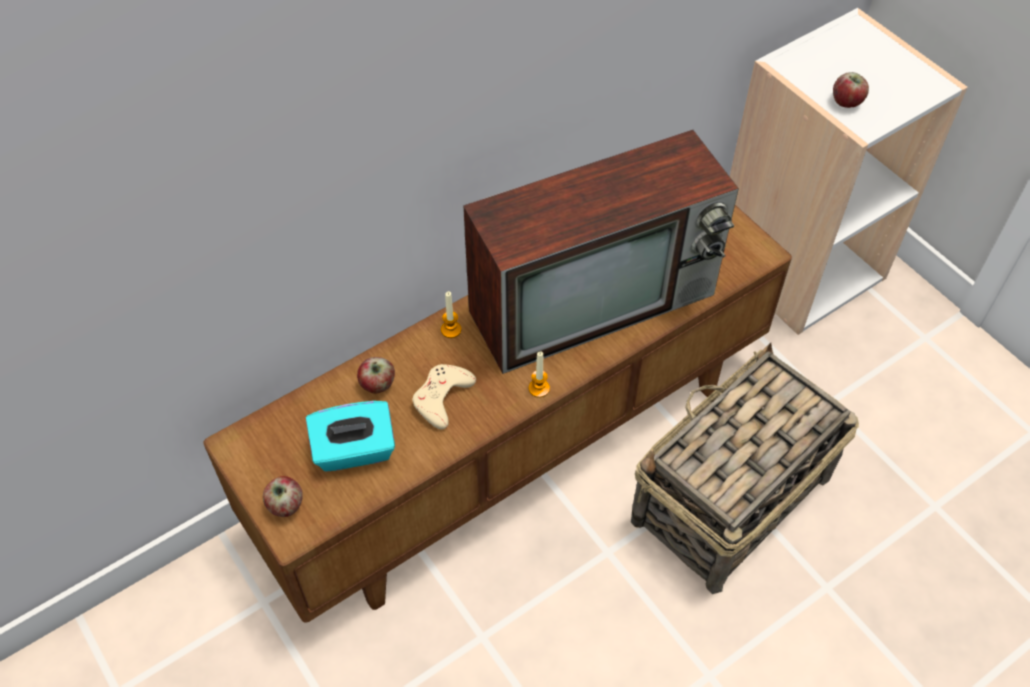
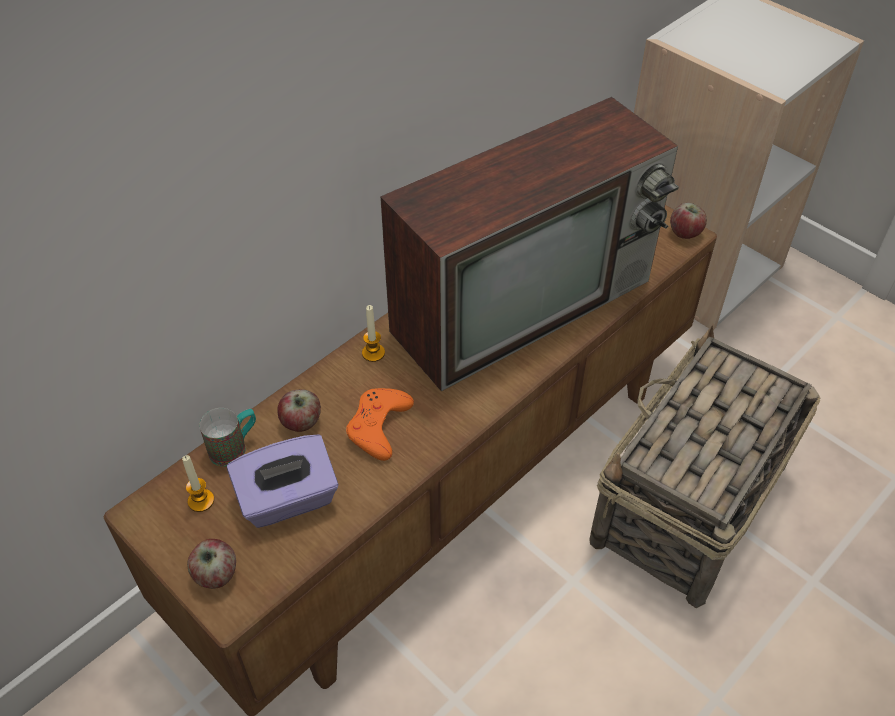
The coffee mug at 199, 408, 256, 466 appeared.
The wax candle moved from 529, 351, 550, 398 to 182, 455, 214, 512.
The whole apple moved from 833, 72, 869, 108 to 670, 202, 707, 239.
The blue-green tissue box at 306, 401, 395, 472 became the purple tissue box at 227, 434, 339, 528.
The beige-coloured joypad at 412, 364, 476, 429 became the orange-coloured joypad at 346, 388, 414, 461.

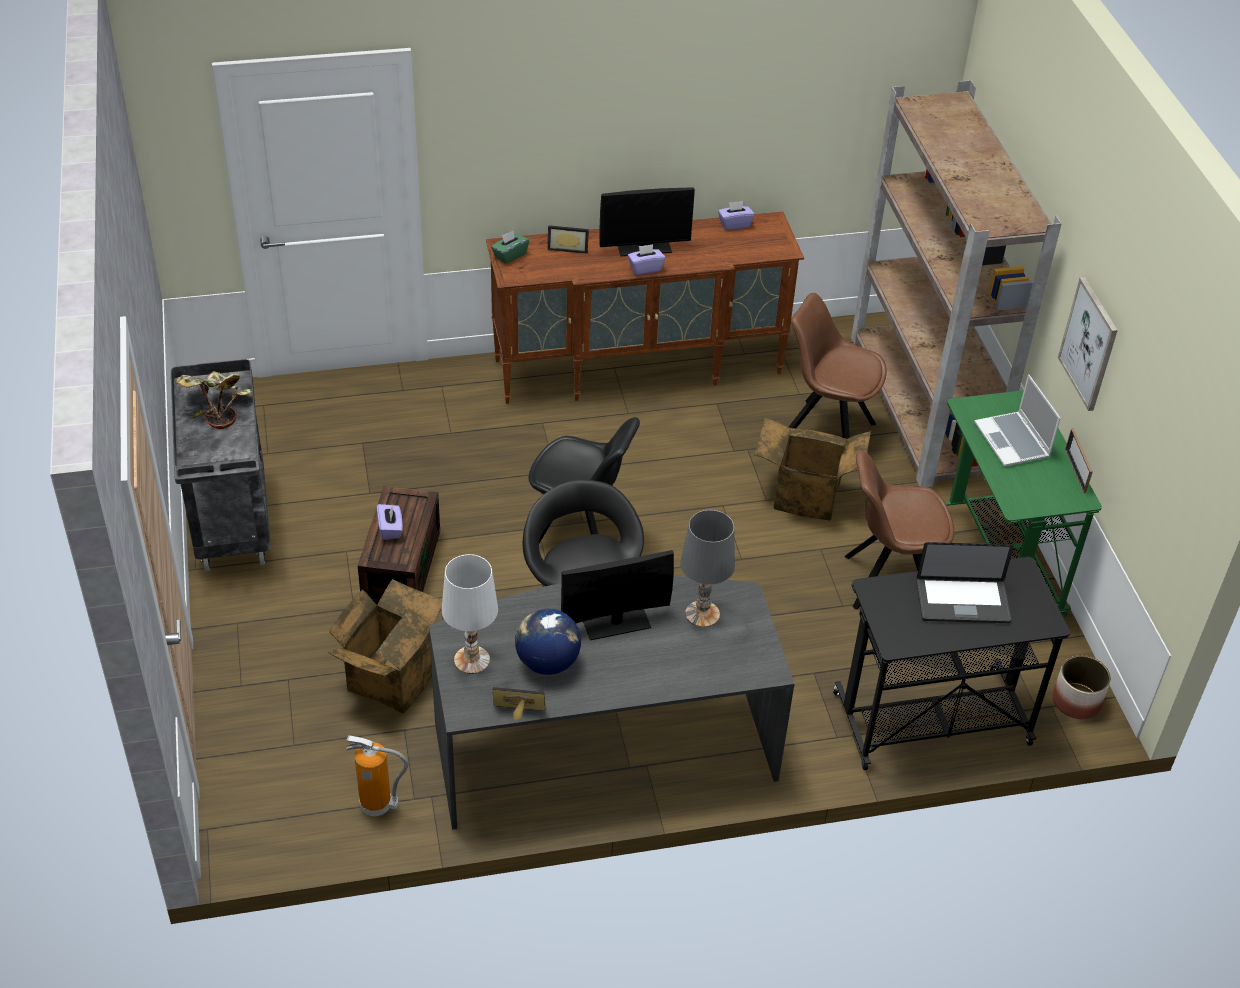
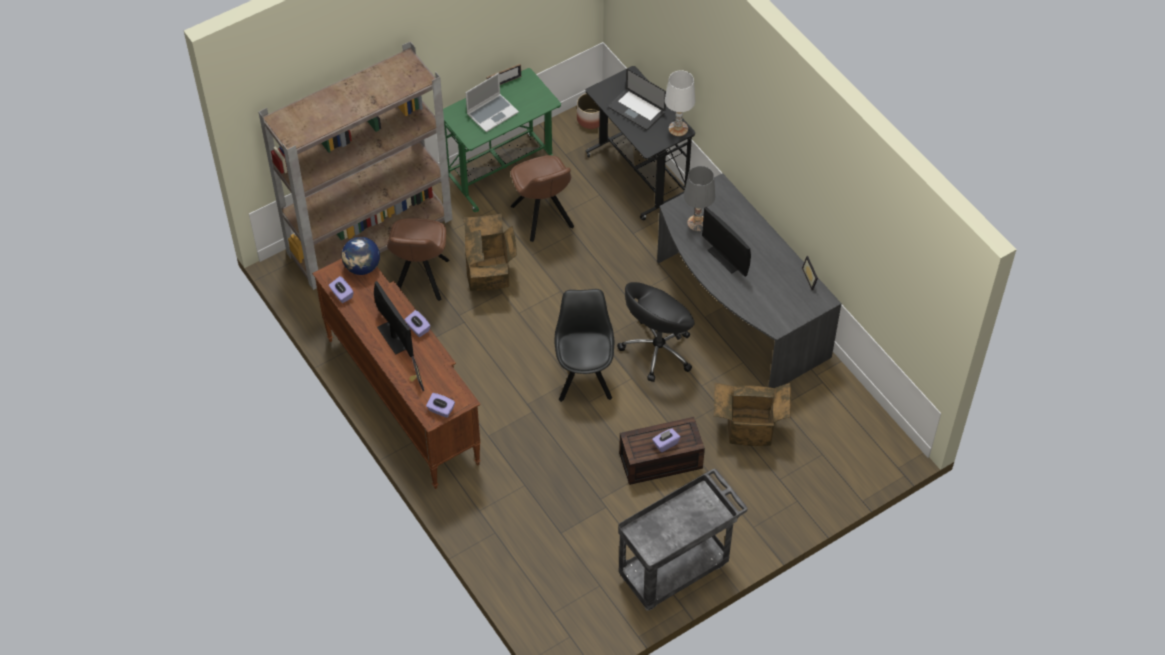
The potted plant at 175, 371, 252, 429 disappeared.
The extinguisher at 346, 735, 409, 816 disappeared.
The picture at 1058, 277, 1118, 411 disappeared.
The whitish tabletop lamp moved from 442, 554, 498, 674 to 665, 70, 695, 136.
The globe moved from 515, 609, 581, 675 to 342, 237, 380, 275.
The green-coloured tissue box at 491, 230, 529, 264 became the purple tissue box at 426, 393, 455, 418.
The laptop at 917, 542, 1014, 623 turned 150 degrees clockwise.

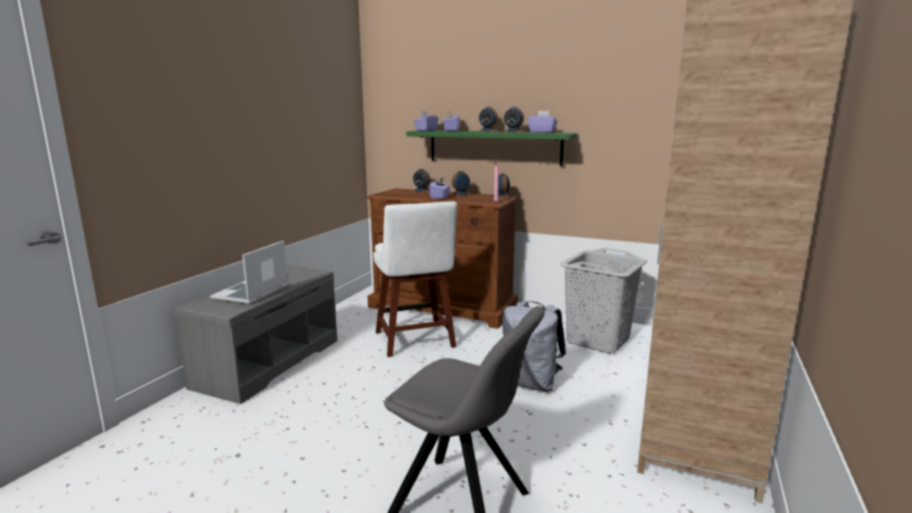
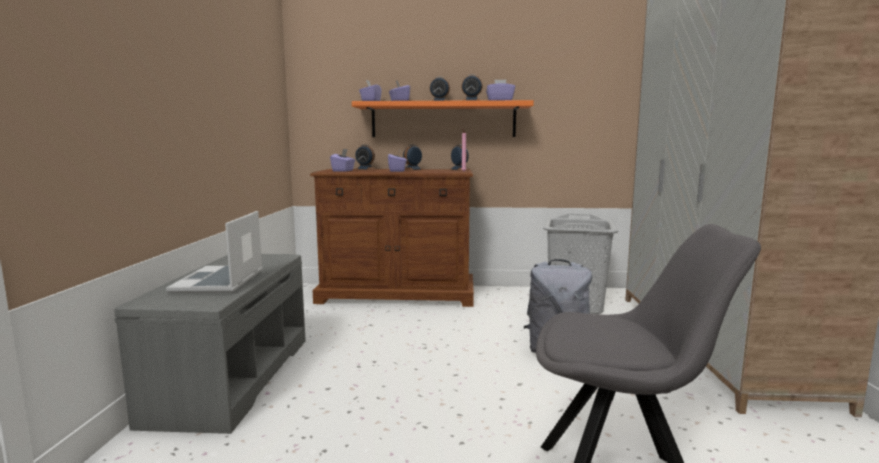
The whitish chair at 374, 201, 457, 357 disappeared.
The purple tissue box at 330, 149, 355, 172 appeared.
The green-coloured bracket shelf at 406, 130, 577, 166 became the orange-coloured bracket shelf at 352, 100, 534, 137.

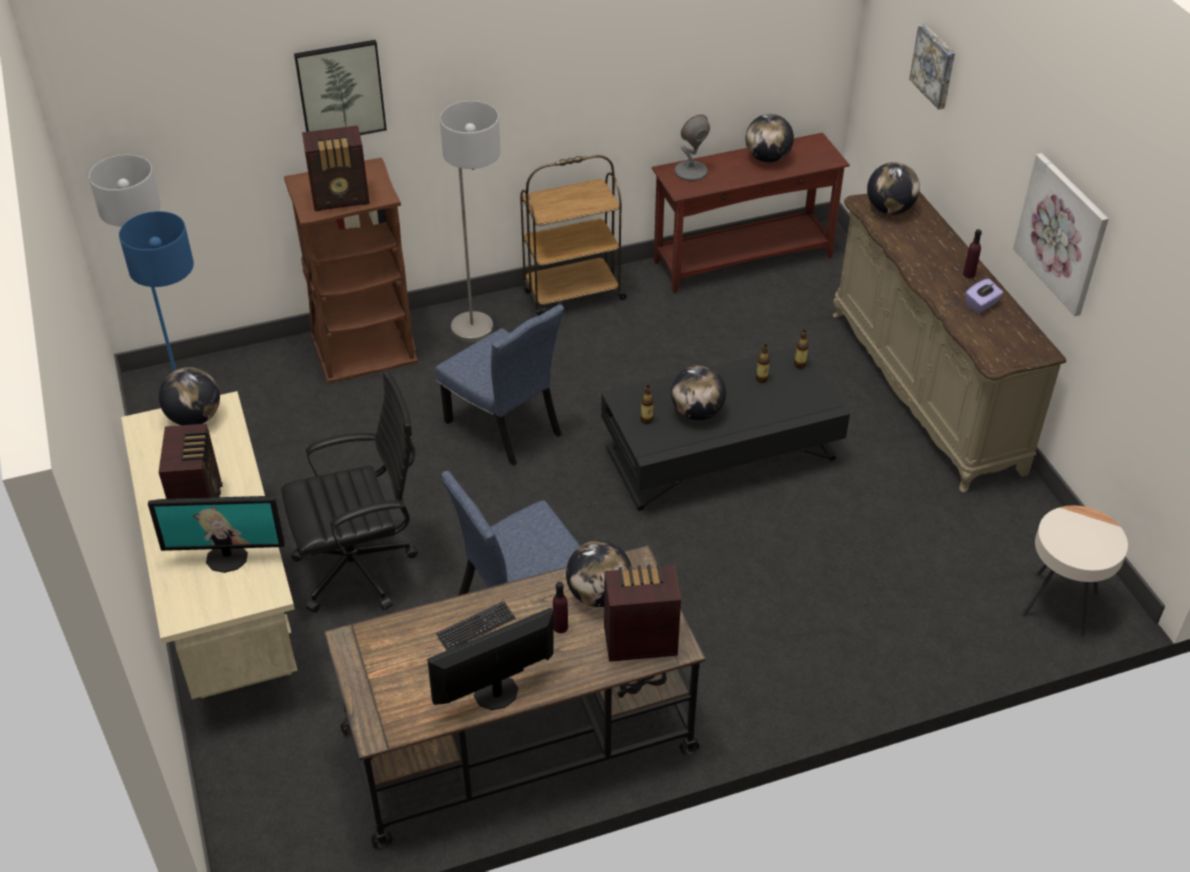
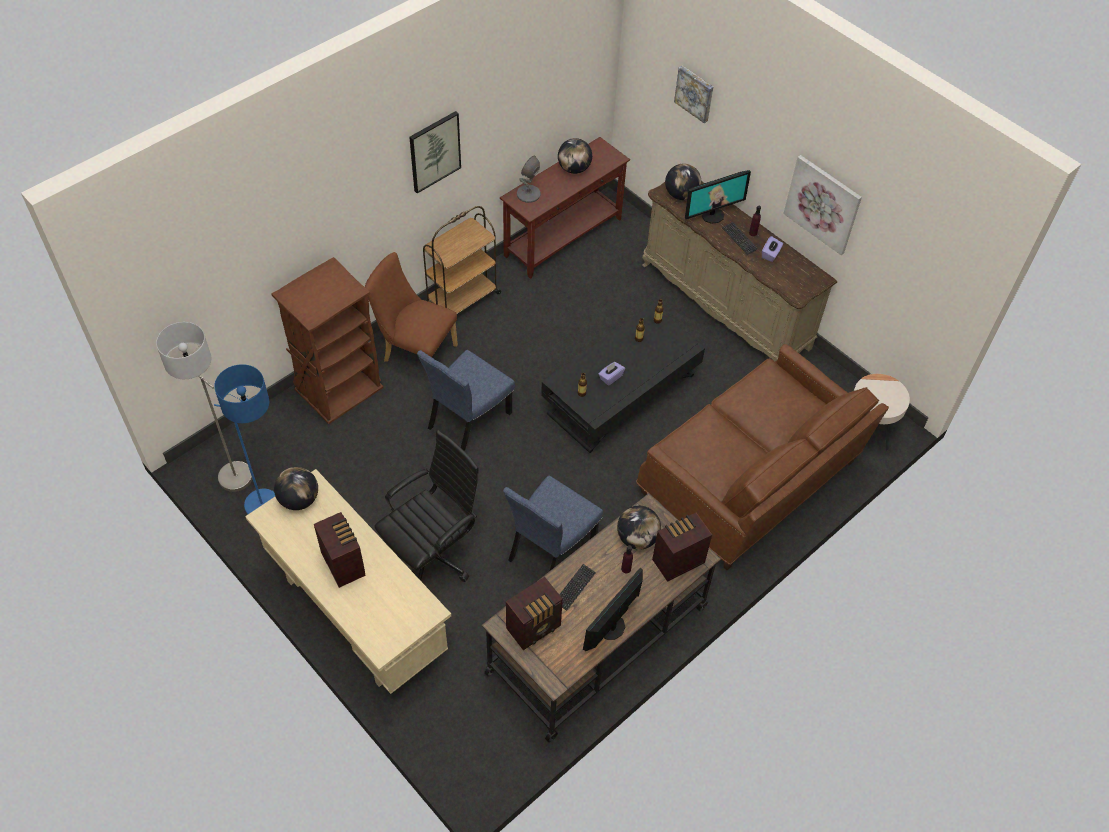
The brownish couch at 636, 344, 889, 570 appeared.
The PC keyboard at 722, 222, 758, 255 appeared.
The monitor moved from 148, 496, 285, 573 to 685, 170, 751, 224.
The picture moved from 294, 40, 387, 135 to 409, 111, 461, 193.
The radio set moved from 302, 125, 370, 211 to 506, 577, 563, 650.
The grey floor lamp at 440, 101, 501, 342 was replaced by the brownish chair at 365, 252, 458, 362.
The globe at 671, 365, 726, 420 was replaced by the purple tissue box at 599, 362, 625, 386.
The bluish chair at 435, 304, 564, 466 turned 105 degrees clockwise.

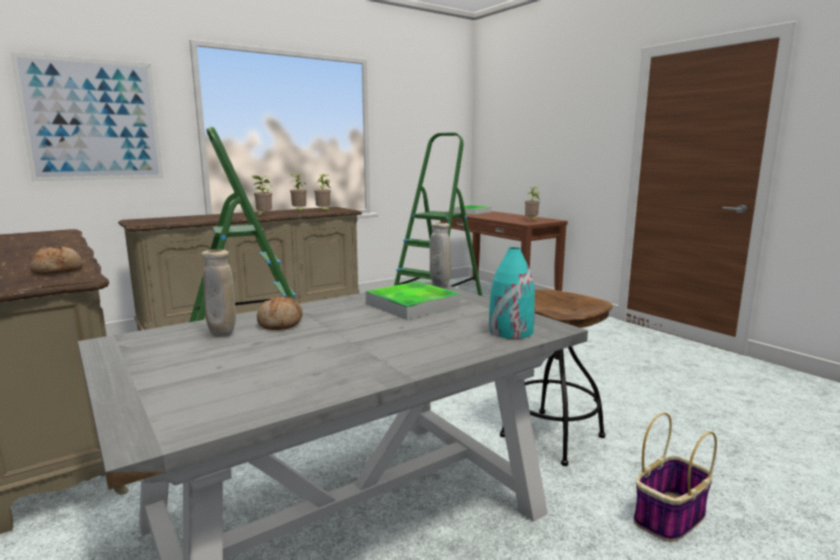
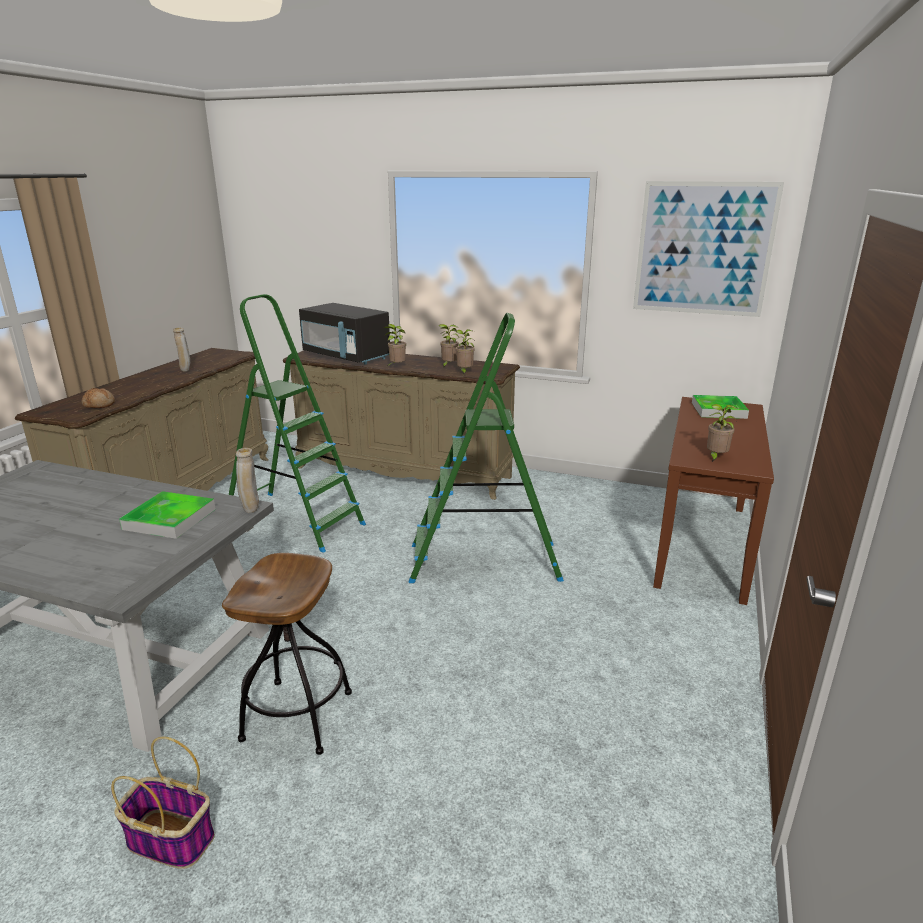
The bread at 257, 296, 303, 330 disappeared.
The blue-green vase at 489, 247, 535, 339 disappeared.
The black microwave at 299, 303, 390, 365 appeared.
The picture moved from 10, 52, 163, 181 to 633, 181, 784, 317.
The beige-coloured vase moved from 201, 249, 236, 337 to 173, 328, 190, 372.

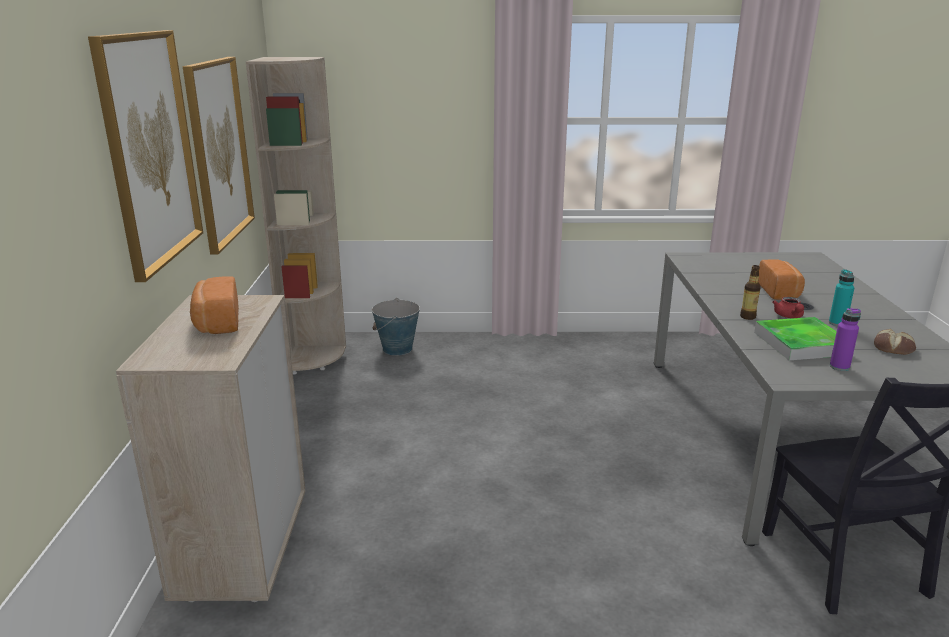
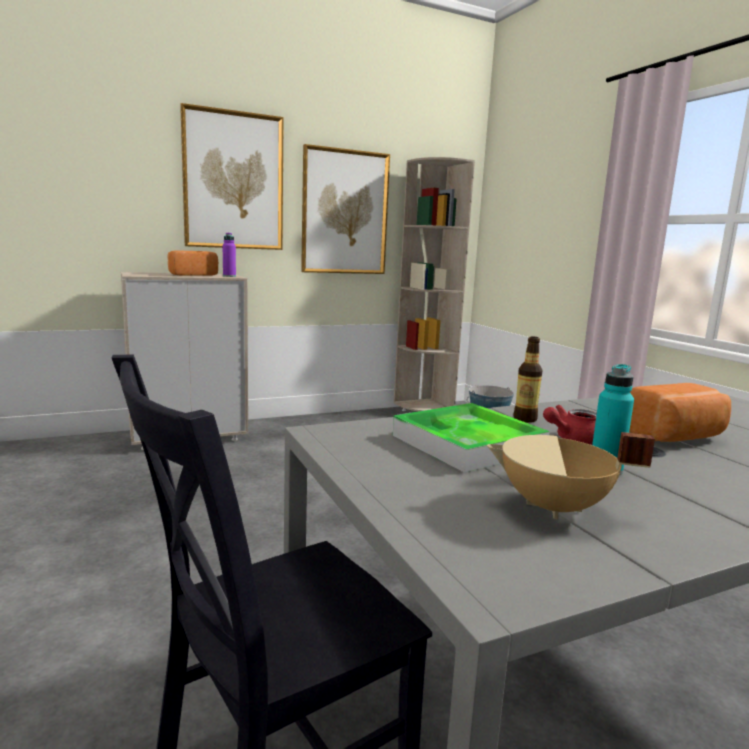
The purple bottle moved from 830, 308, 861, 371 to 223, 233, 236, 277.
The bread at 874, 329, 916, 355 was replaced by the beige-coloured saucepot at 487, 432, 655, 520.

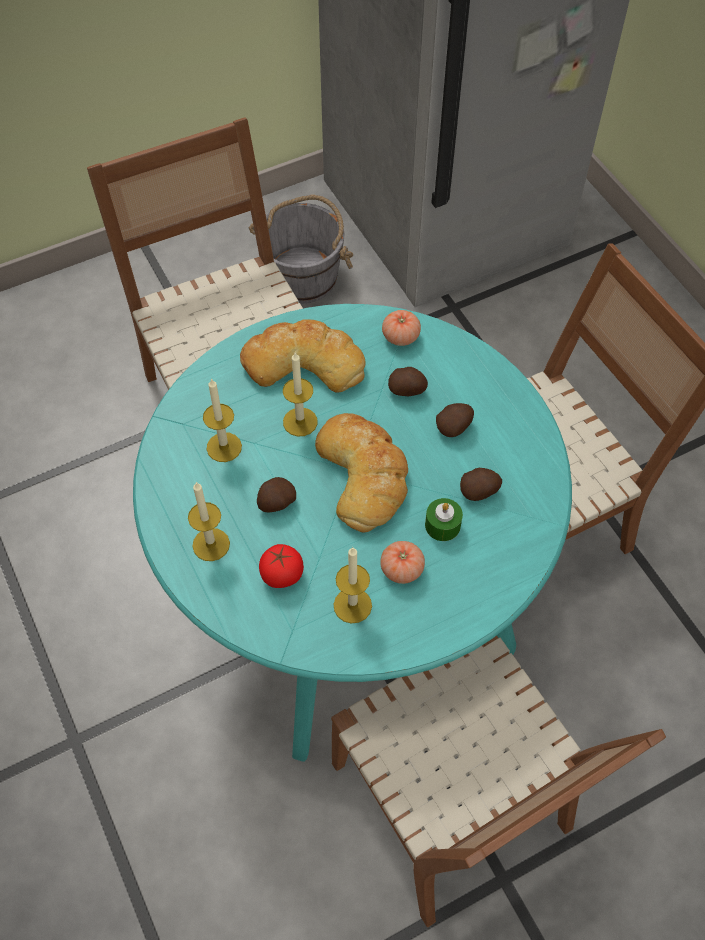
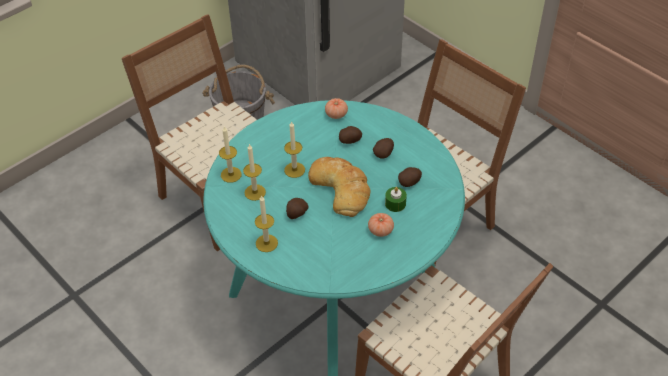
The bread at 240, 319, 366, 393 disappeared.
The fresh tomato at 259, 544, 304, 588 disappeared.
The wax candle moved from 333, 548, 372, 624 to 219, 126, 242, 183.

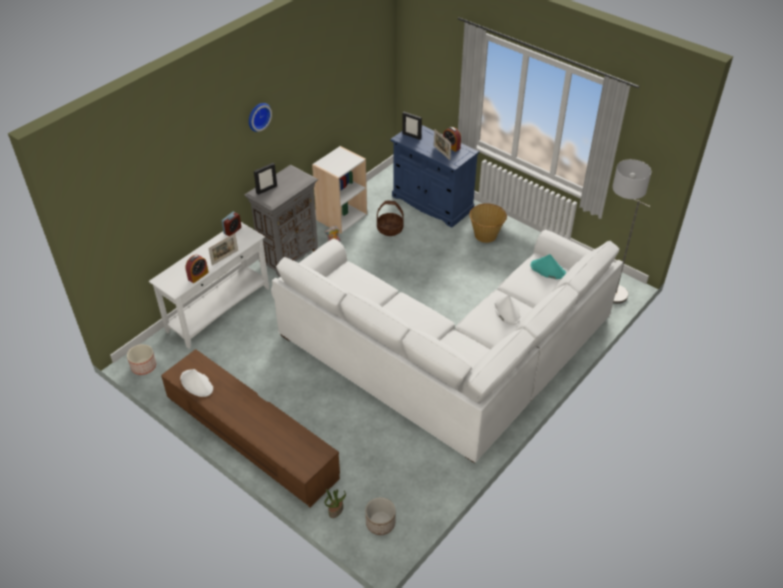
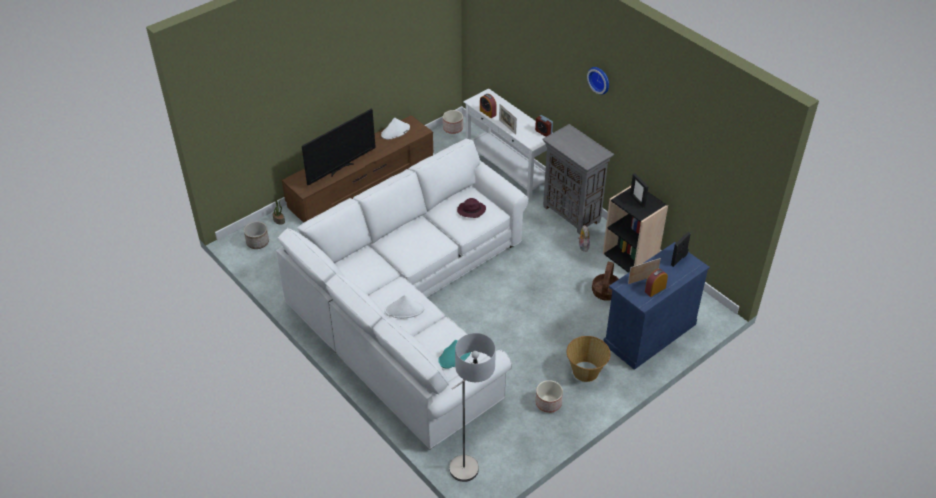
The TV at 302, 109, 376, 186 appeared.
The purple clothing hat at 457, 198, 486, 218 appeared.
The flower pot at 536, 380, 563, 413 appeared.
The picture frame moved from 254, 163, 277, 195 to 630, 173, 649, 208.
The whitish bookshelf at 312, 146, 367, 234 became the black bookshelf at 603, 186, 668, 273.

